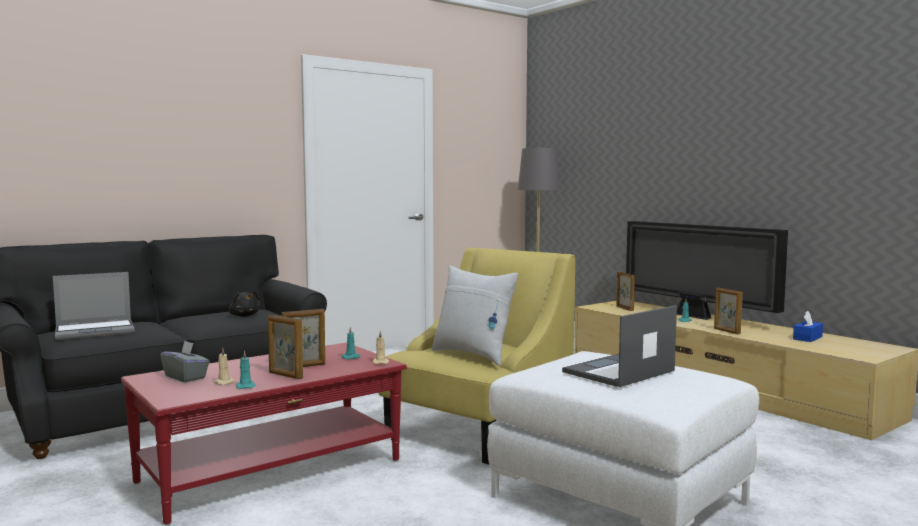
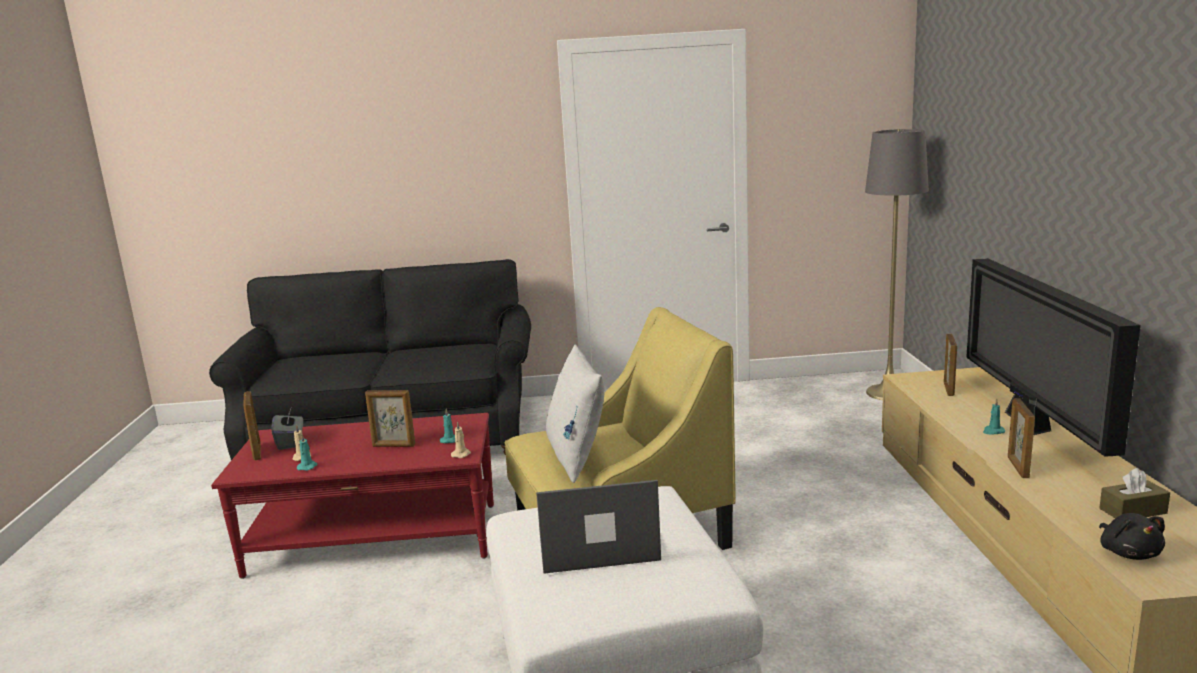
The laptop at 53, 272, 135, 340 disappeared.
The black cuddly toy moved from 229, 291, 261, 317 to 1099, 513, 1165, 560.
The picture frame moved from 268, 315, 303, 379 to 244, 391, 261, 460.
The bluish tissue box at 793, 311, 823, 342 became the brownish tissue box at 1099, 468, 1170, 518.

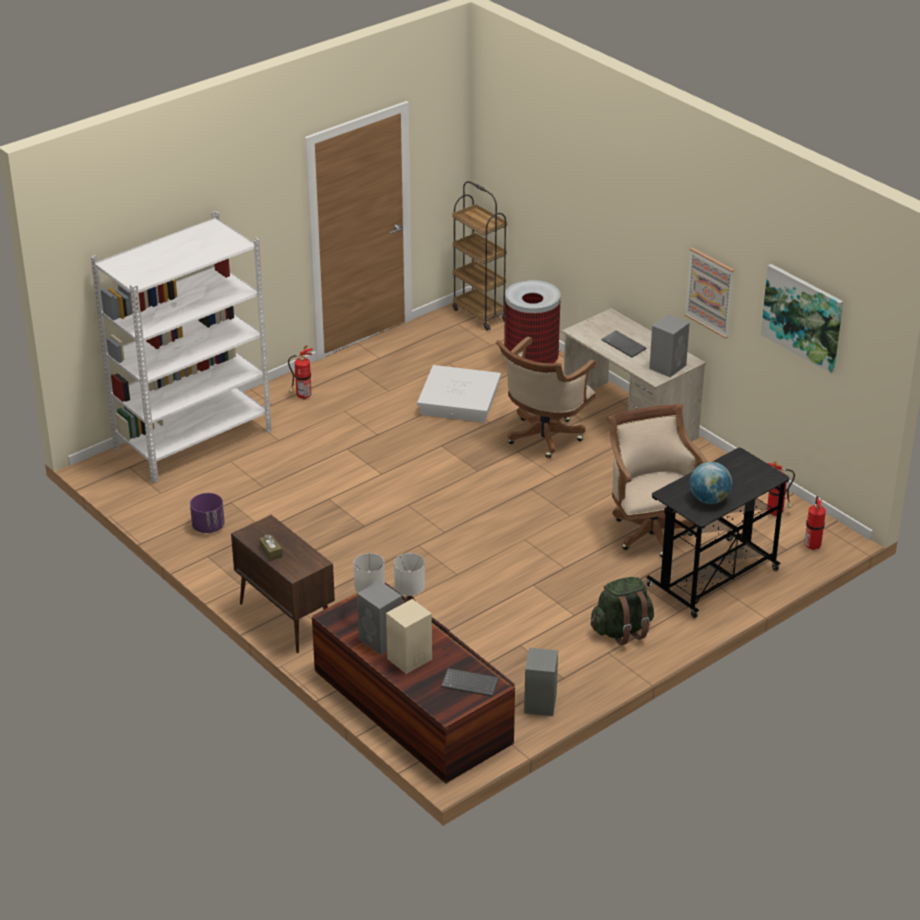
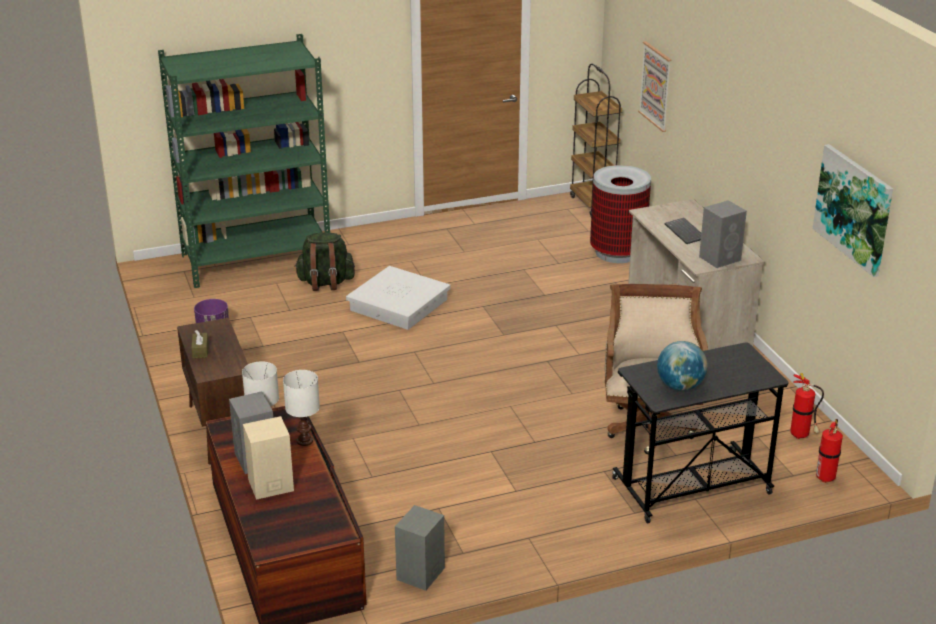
The extinguisher at 288, 345, 313, 400 disappeared.
The PC keyboard at 441, 668, 499, 697 disappeared.
The desk chair at 496, 336, 596, 458 disappeared.
The whitish storage box moved from 417, 365, 501, 423 to 346, 266, 451, 330.
The green-coloured backpack moved from 591, 577, 654, 645 to 294, 232, 355, 291.
The picture moved from 685, 247, 734, 339 to 638, 41, 671, 132.
The whitish bookshelf at 91, 211, 271, 483 became the green-coloured bookshelf at 158, 34, 330, 288.

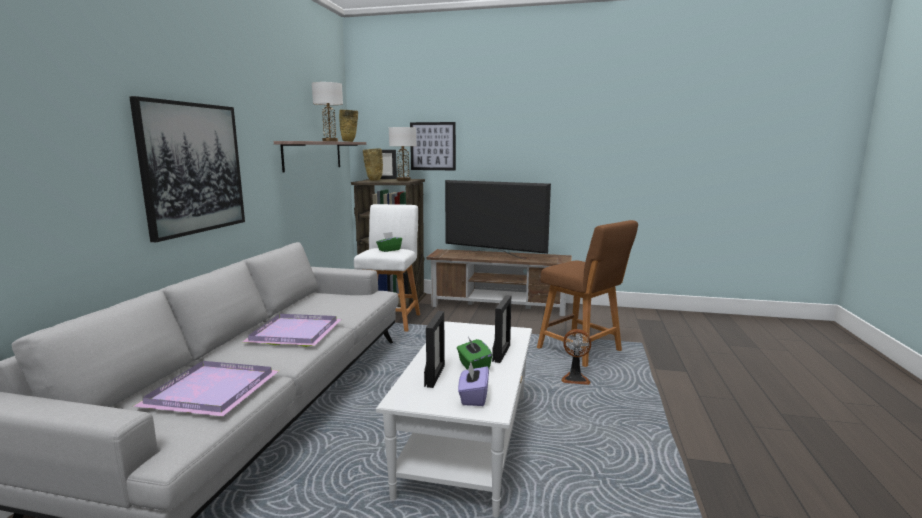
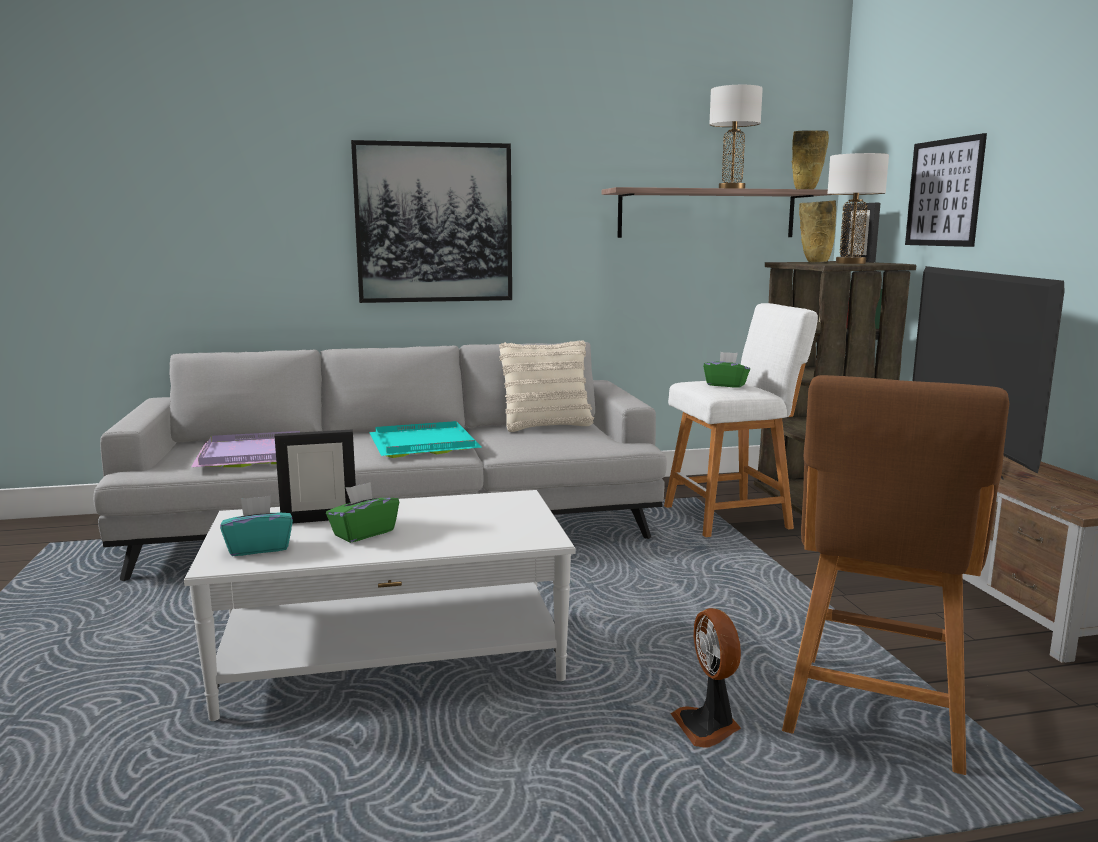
The picture frame at 492, 295, 511, 363 disappeared.
The beige-coloured cushion at 499, 340, 594, 432 appeared.
The purple serving tray at 242, 314, 342, 347 became the blue-green serving tray at 369, 421, 483, 458.
The purple tissue box at 458, 362, 489, 406 became the blue-green tissue box at 220, 495, 293, 556.

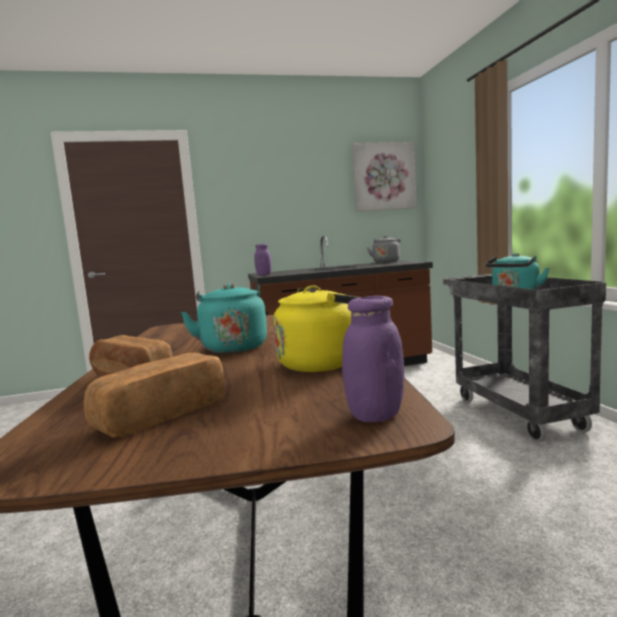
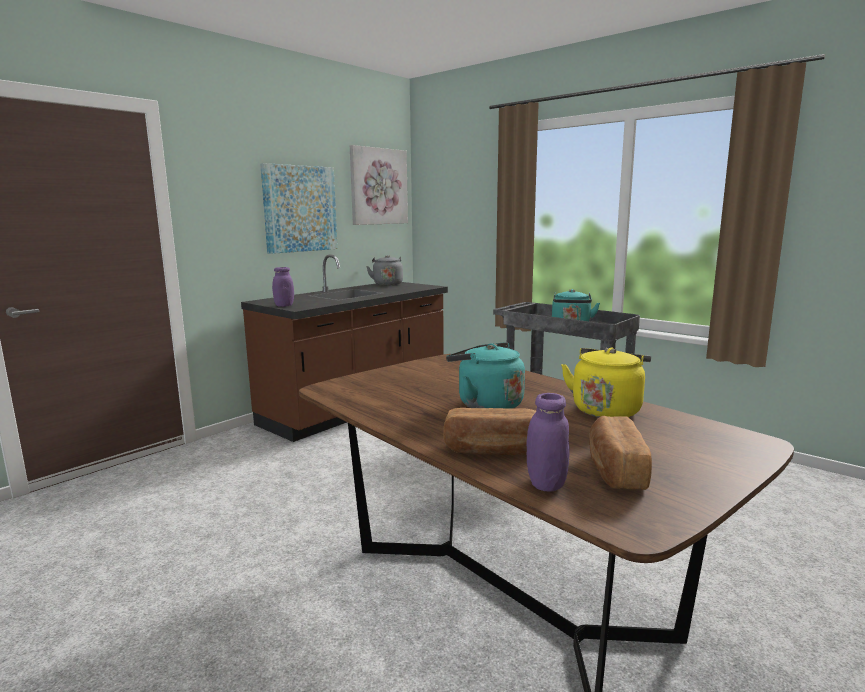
The picture at 260, 163, 338, 254 appeared.
The purple storage jar moved from 342, 296, 404, 422 to 526, 393, 570, 492.

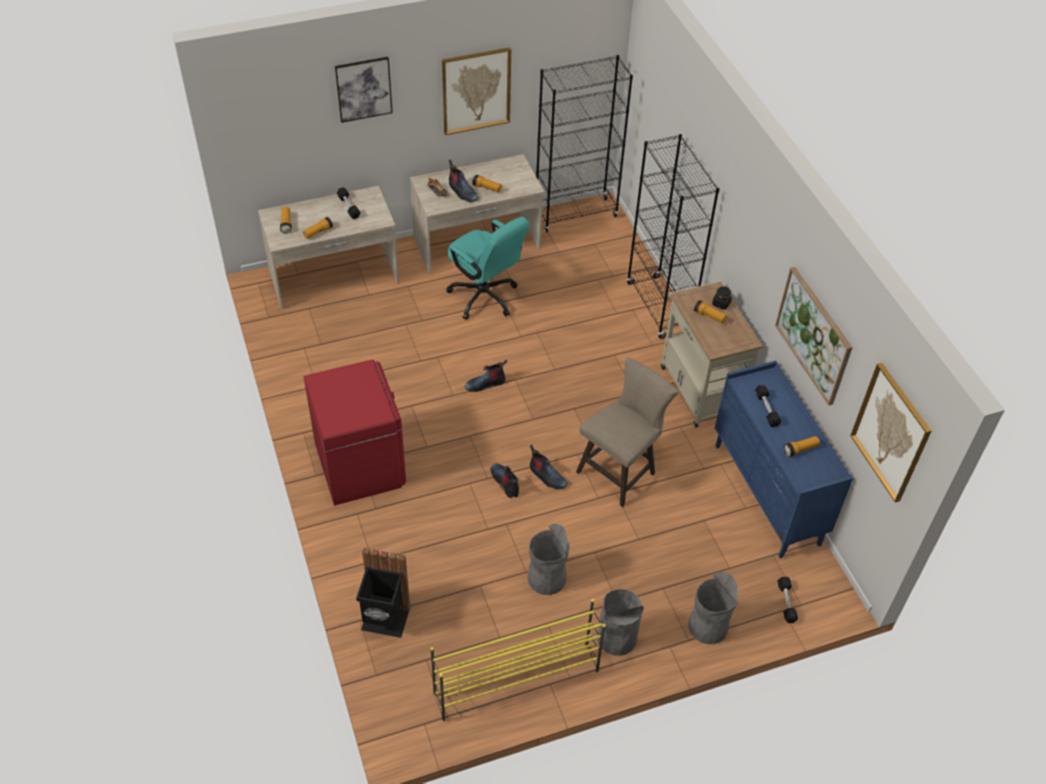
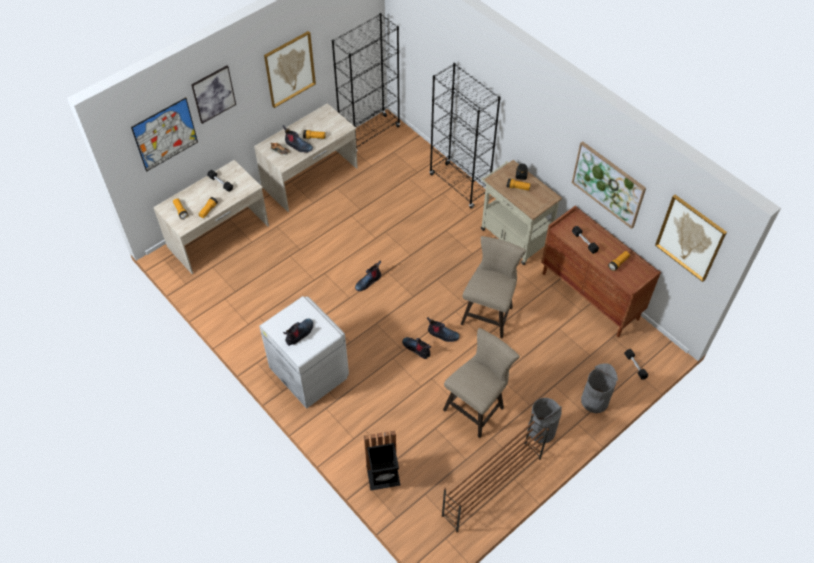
The blue-green desk chair at 446, 217, 530, 320 disappeared.
The picture at 131, 97, 198, 172 appeared.
The tall boot at 283, 319, 313, 346 appeared.
The grey waste bin at 528, 524, 570, 595 was replaced by the beige-coloured stool seat at 443, 328, 520, 438.
The red laundry machine at 303, 360, 406, 506 became the whitish laundry machine at 259, 296, 349, 409.
The yellow-coloured shoe stand at 431, 599, 606, 722 became the brownish shoe stand at 442, 414, 549, 532.
The bluish storage cabinet at 715, 360, 853, 558 became the brownish storage cabinet at 541, 205, 661, 337.

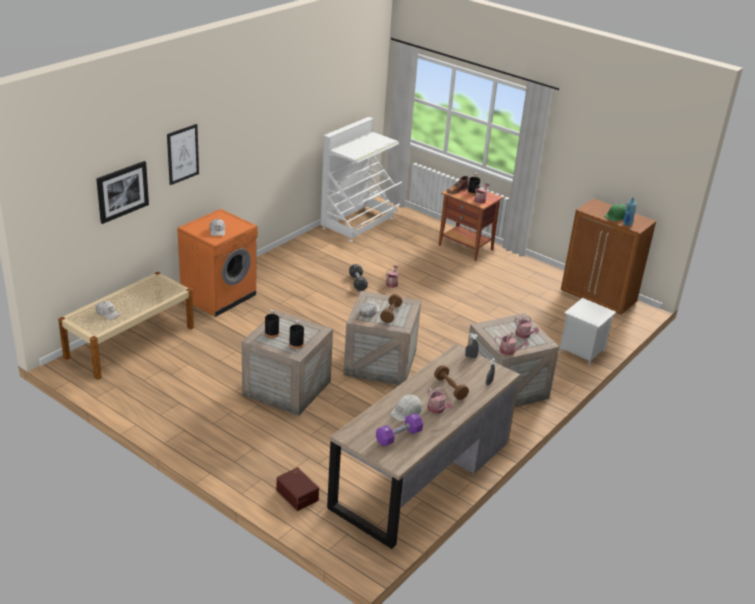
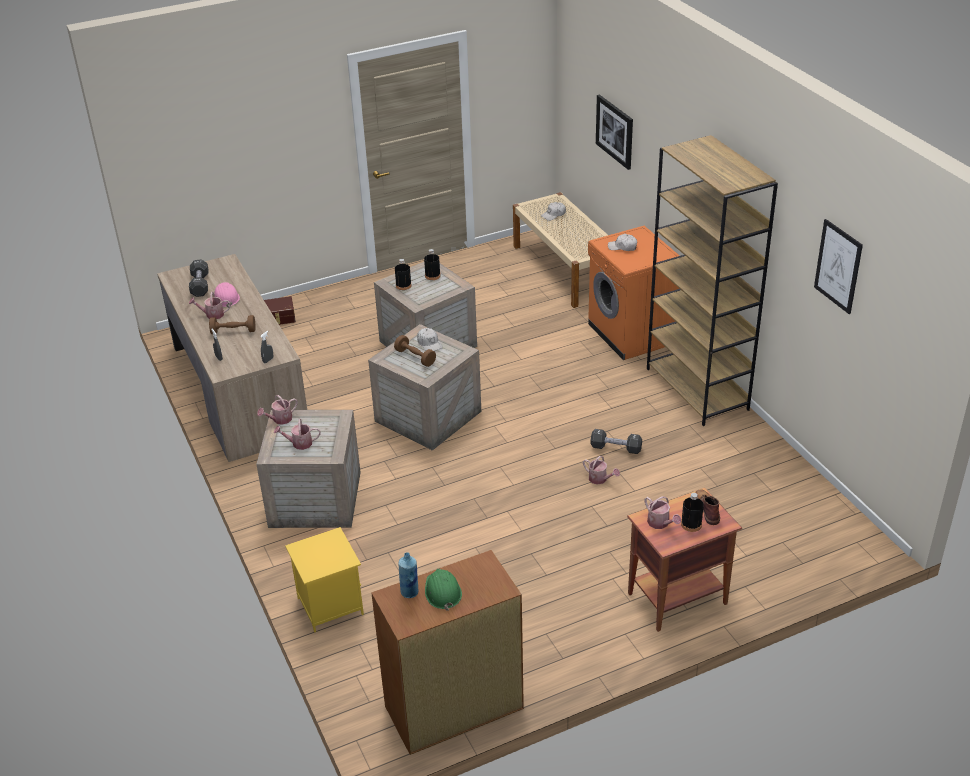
The whitish shoe stand at 320, 117, 402, 241 disappeared.
The brownish bookshelf at 647, 135, 778, 426 appeared.
The picture moved from 167, 124, 199, 185 to 814, 219, 863, 314.
The purple hand weight at 376, 413, 423, 446 became the black hand weight at 189, 260, 209, 297.
The whitish safety helmet at 390, 395, 423, 422 became the pink-coloured safety helmet at 214, 282, 240, 308.
The grey bedside table at 559, 298, 616, 366 became the yellow-coloured bedside table at 285, 527, 364, 633.

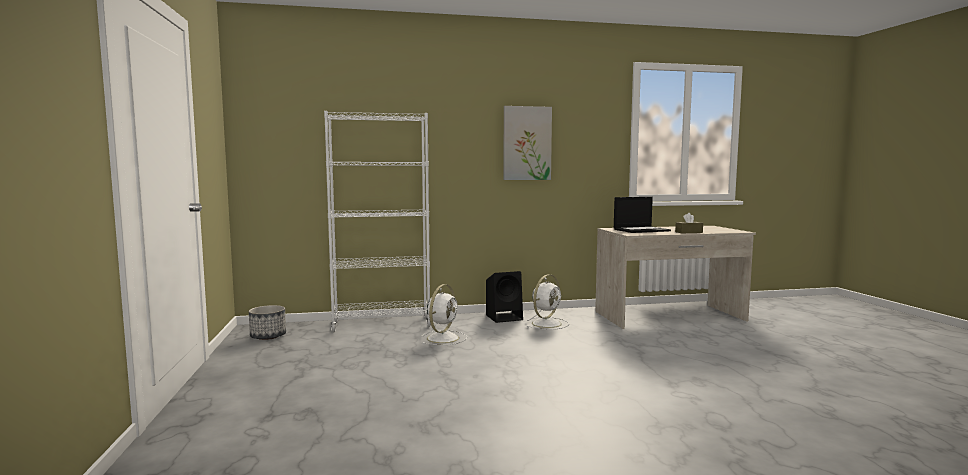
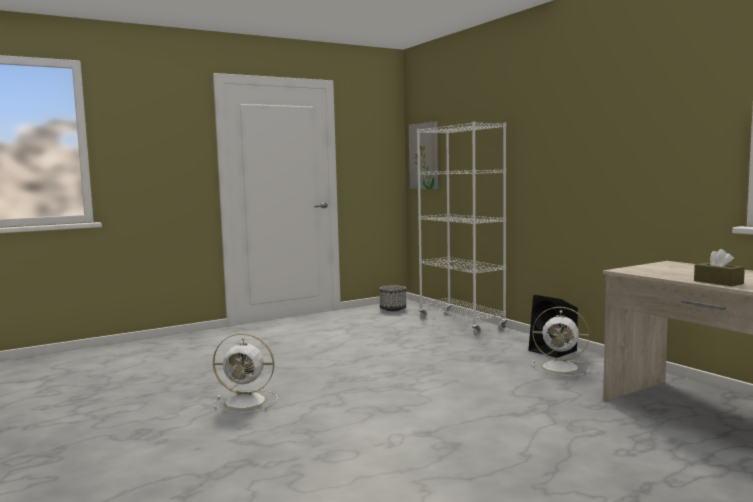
The laptop at 614, 197, 671, 233 disappeared.
The whitish fan moved from 421, 284, 467, 345 to 213, 333, 278, 413.
The picture moved from 503, 106, 552, 180 to 409, 122, 438, 189.

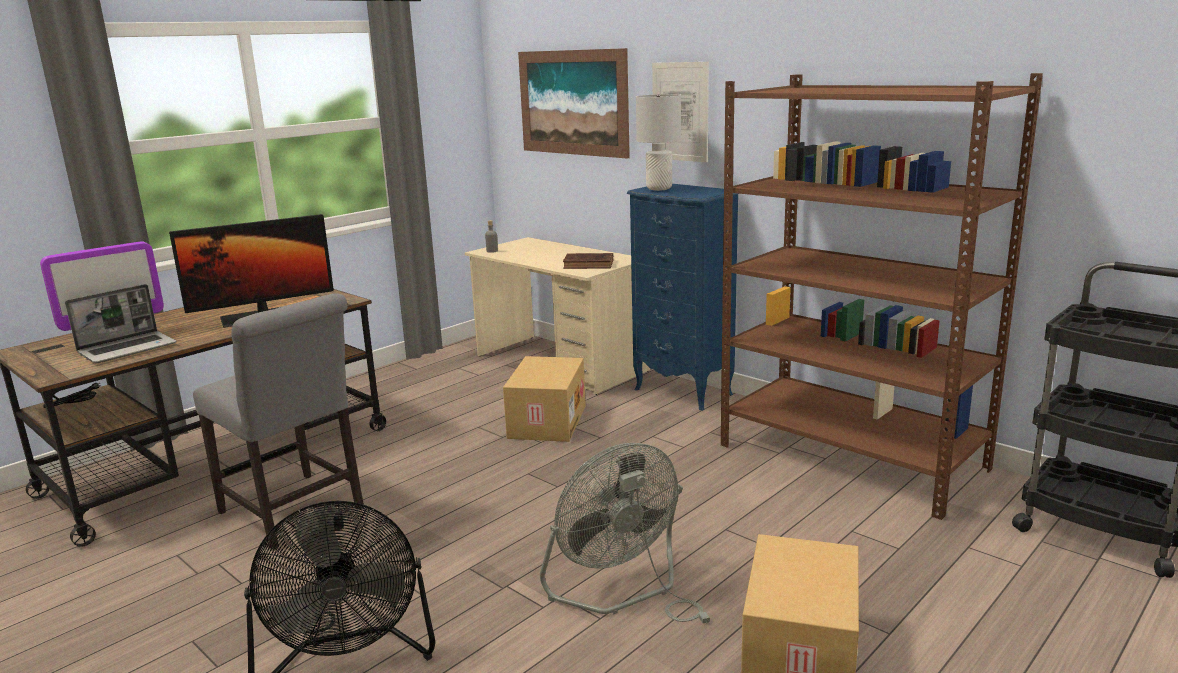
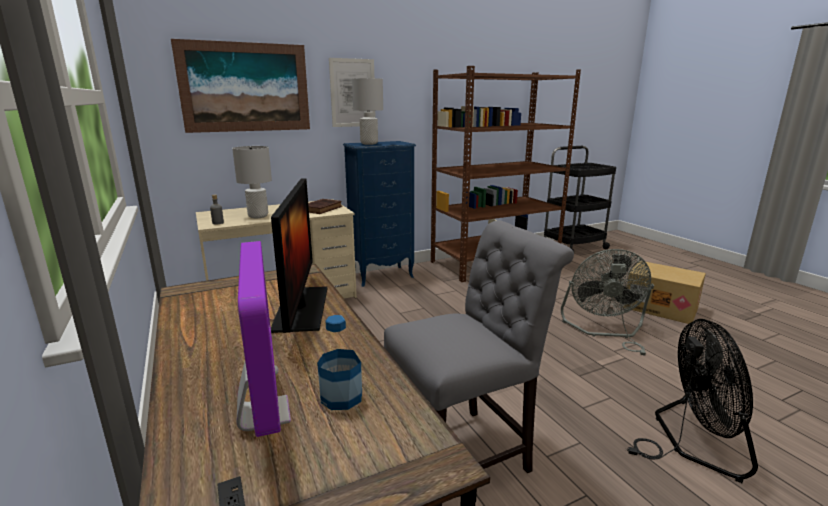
The carton at 503, 356, 586, 442 disappeared.
The grey tabletop lamp at 232, 146, 272, 219 appeared.
The laptop at 65, 284, 177, 363 was replaced by the bottle at 317, 315, 362, 410.
The grey fan at 540, 443, 710, 623 turned 105 degrees clockwise.

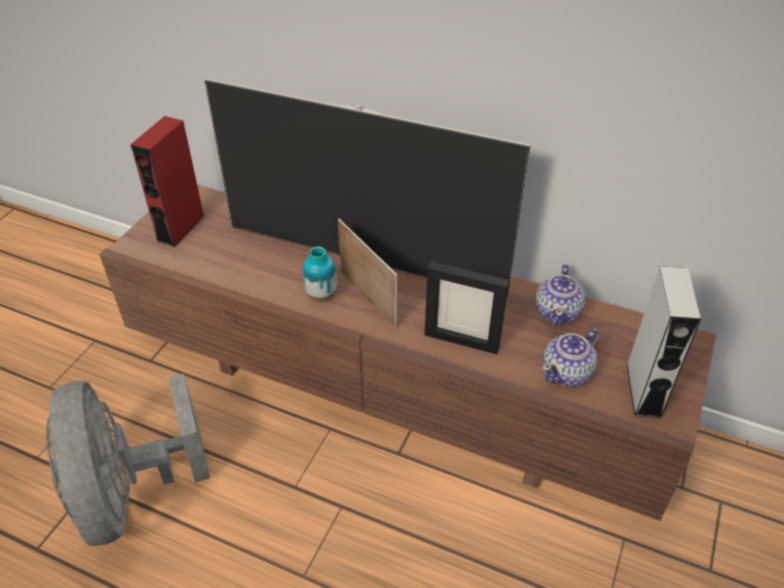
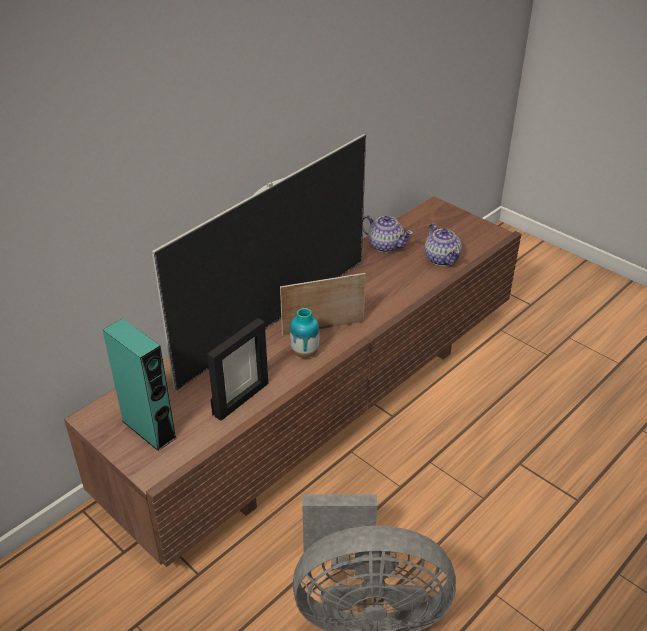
The grey speaker at 627, 266, 701, 418 disappeared.
The picture frame moved from 425, 261, 509, 354 to 207, 318, 268, 421.
The red speaker at 131, 116, 205, 247 became the blue-green speaker at 103, 318, 177, 451.

